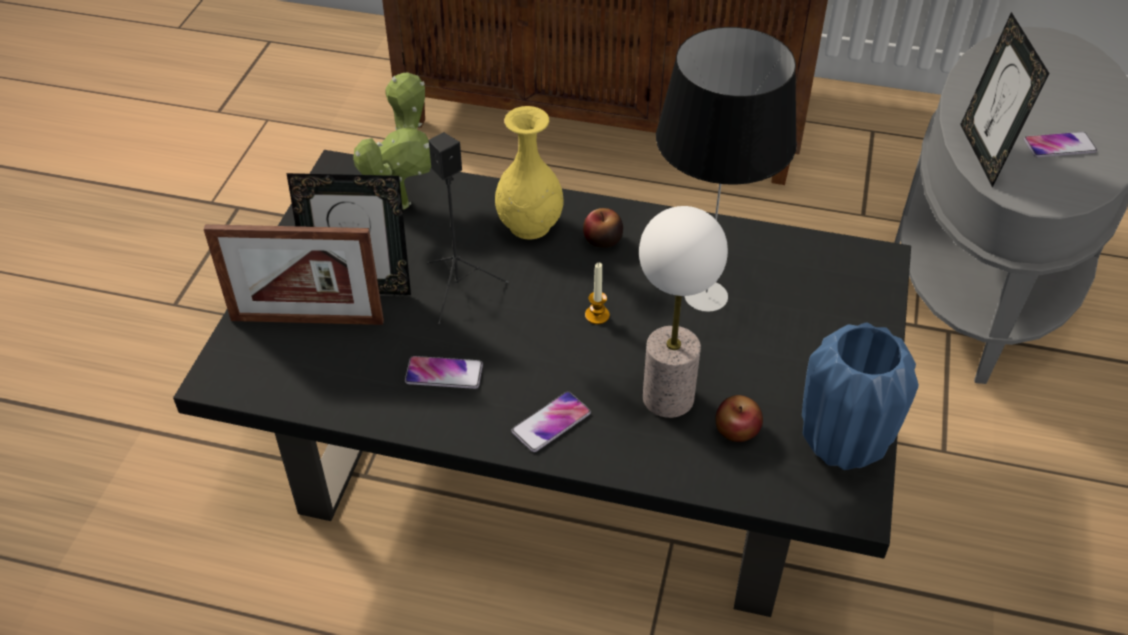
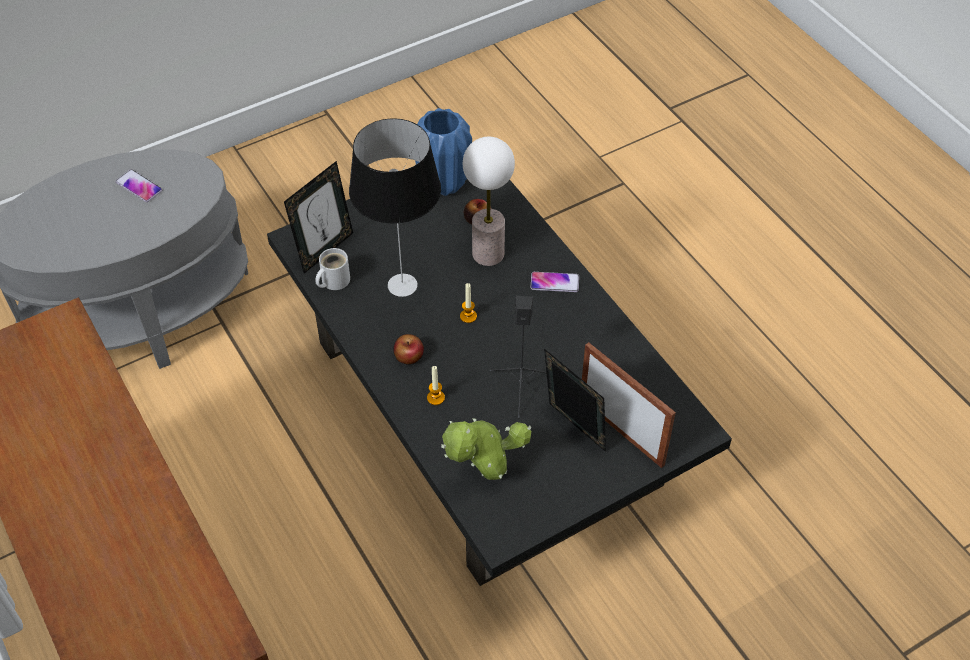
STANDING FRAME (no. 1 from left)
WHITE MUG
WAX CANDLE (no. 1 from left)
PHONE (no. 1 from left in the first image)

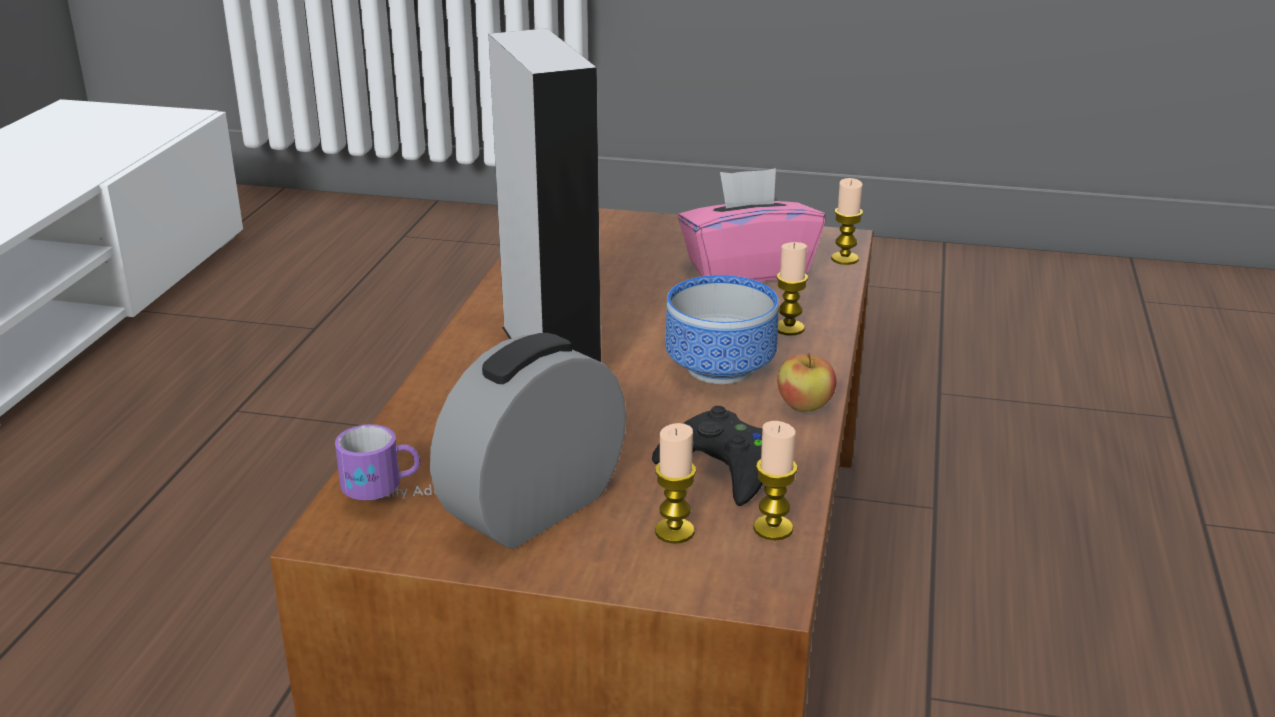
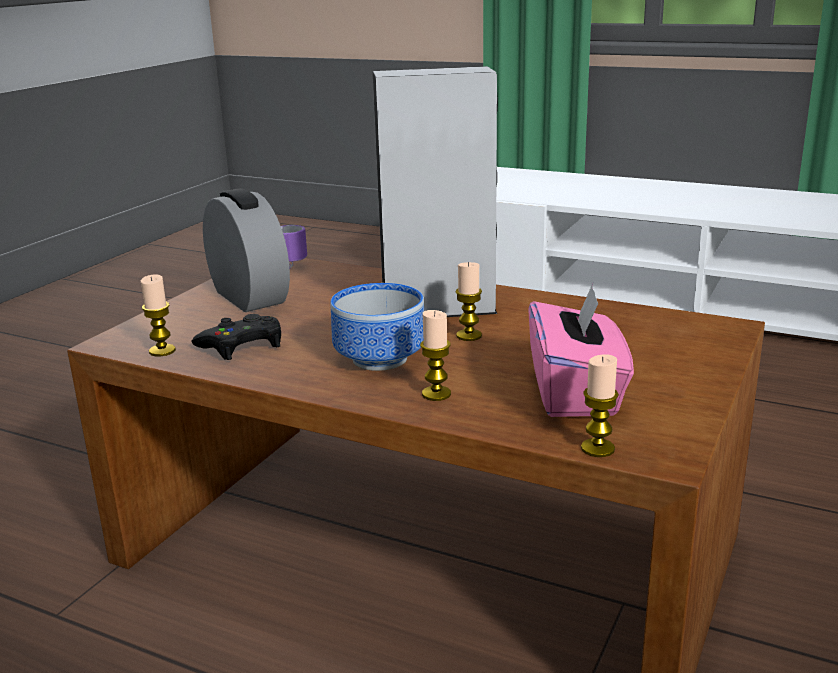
WAX CANDLE (no. 3 from left)
APPLE FRUIT

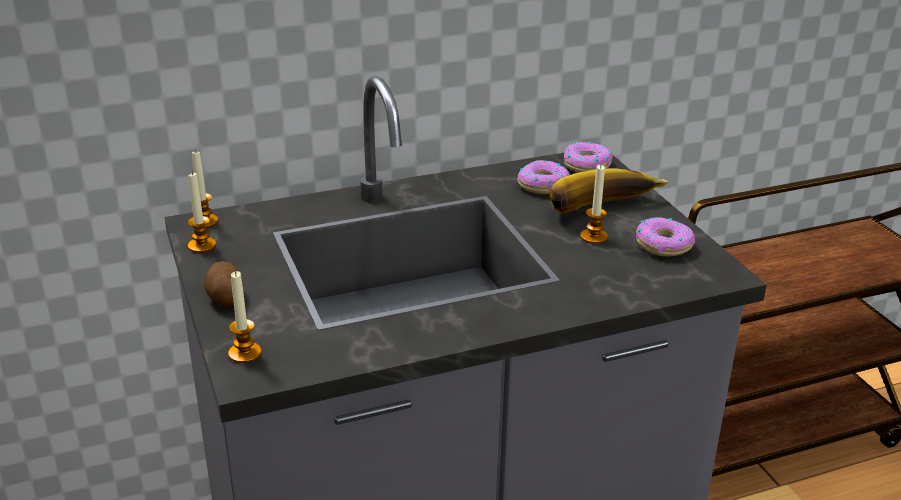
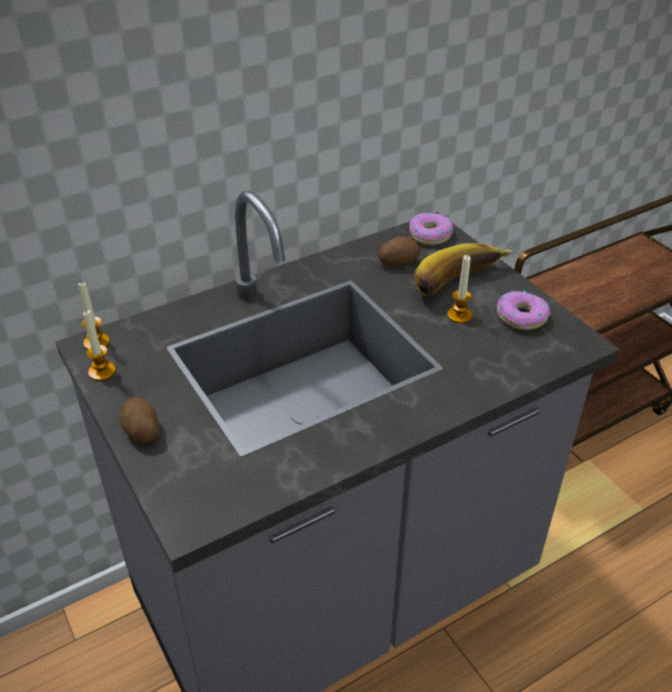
WHOLE POTATO (no. 2 from left)
WAX CANDLE (no. 3 from left in the first image)

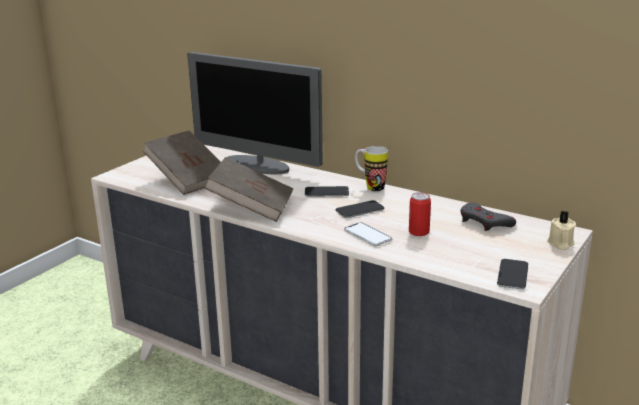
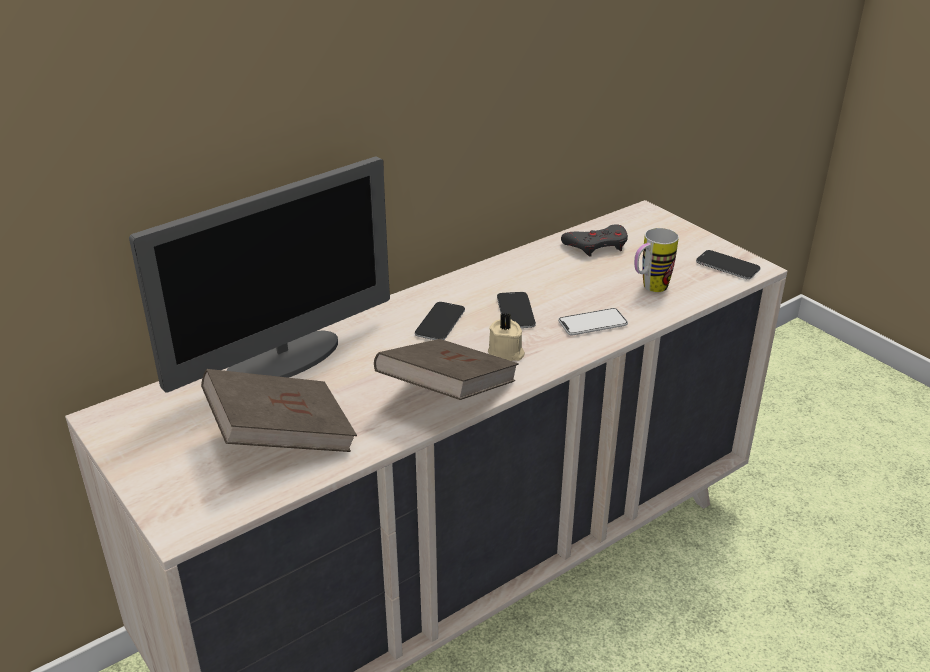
BEIGE-COLOURED WAX CANDLE
MUG
CAN

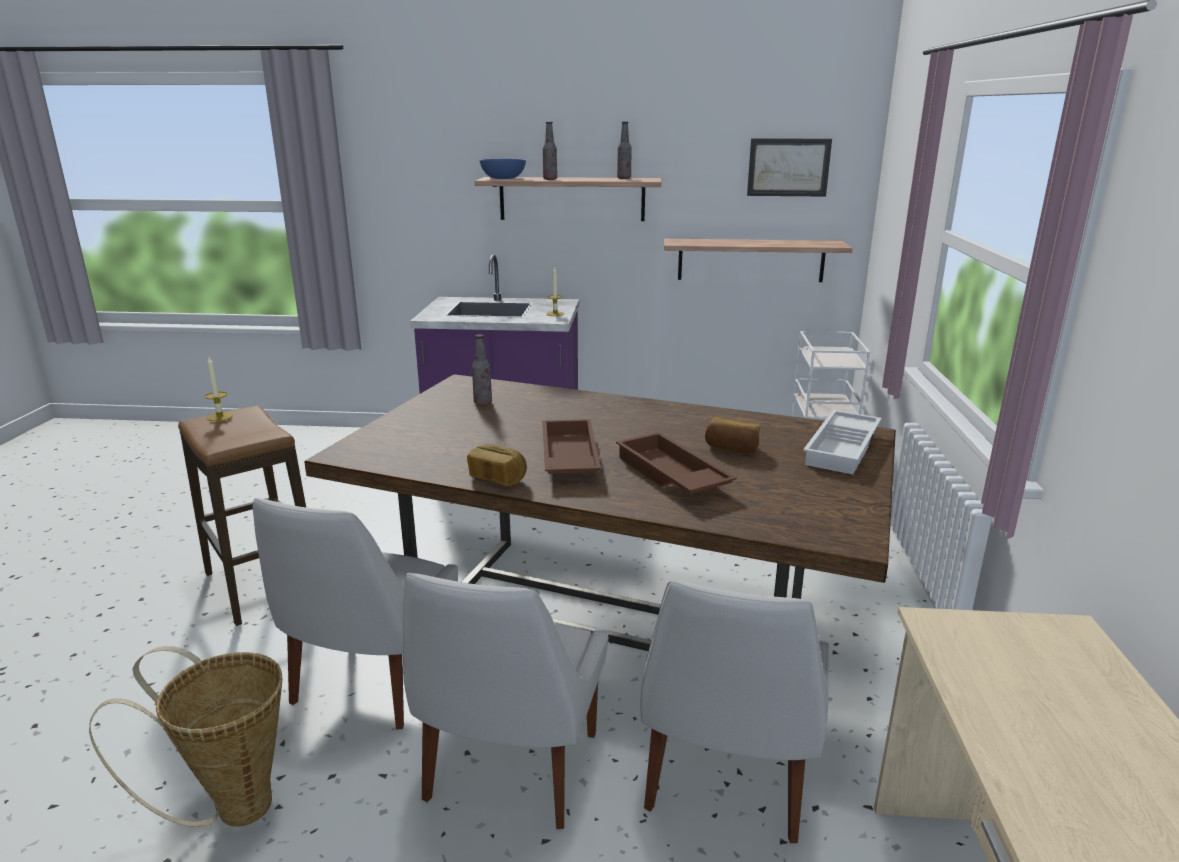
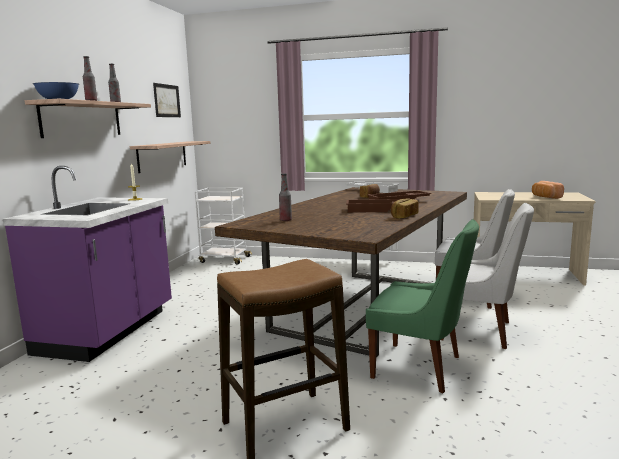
GREENISH PLAIN CHAIR
BAKED BREAD (no. 3 from left)
BASKET
WAX CANDLE (no. 1 from left in the first image)

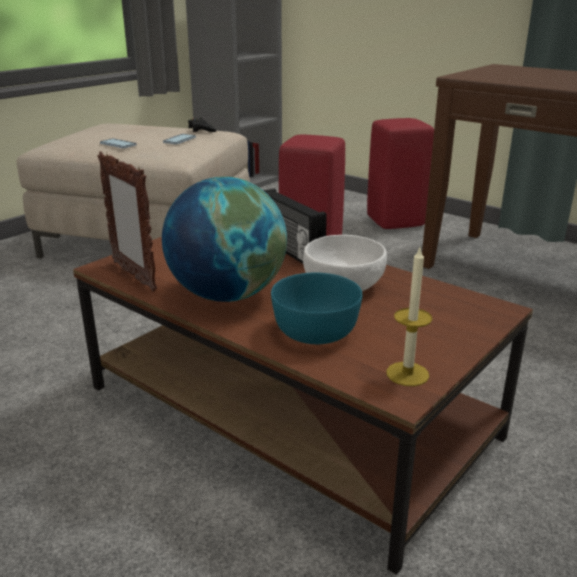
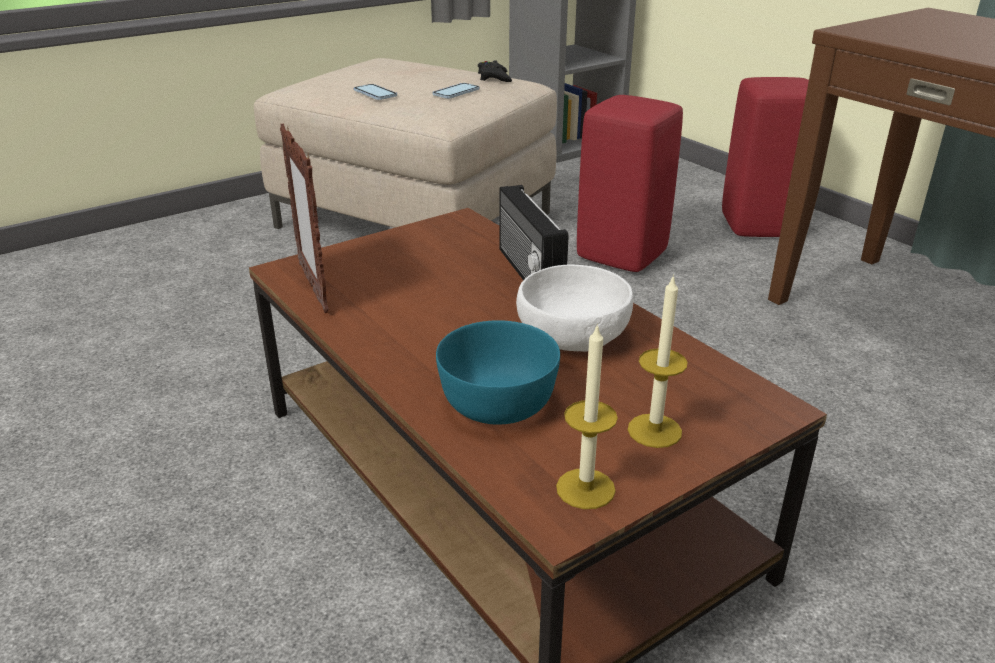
WAX CANDLE (no. 2 from left)
GLOBE

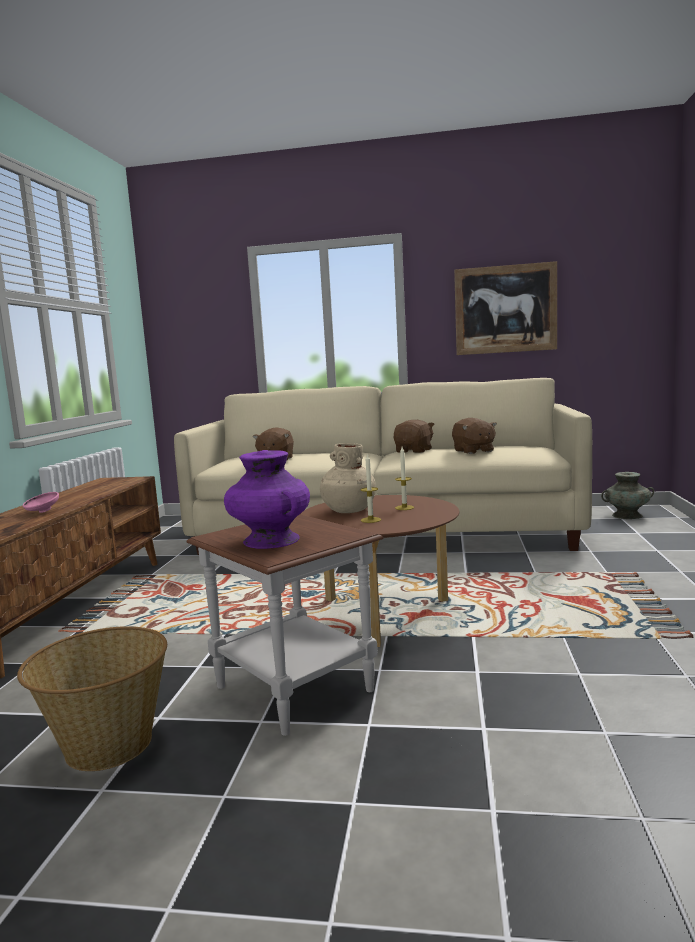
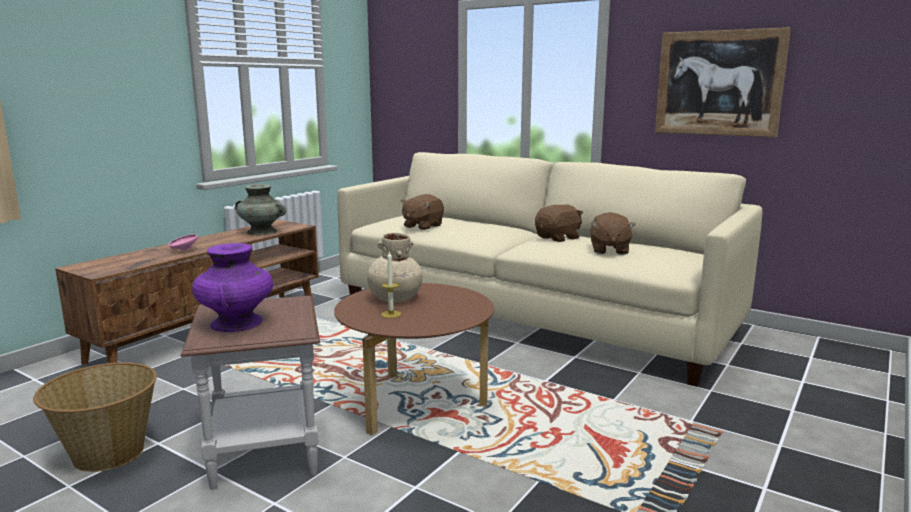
TURQUOISE VASE
WAX CANDLE (no. 2 from left in the first image)

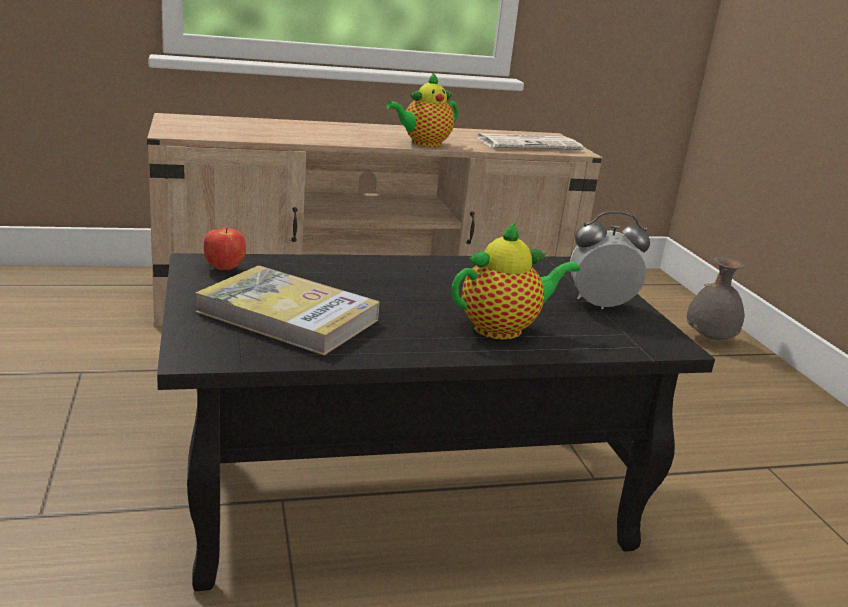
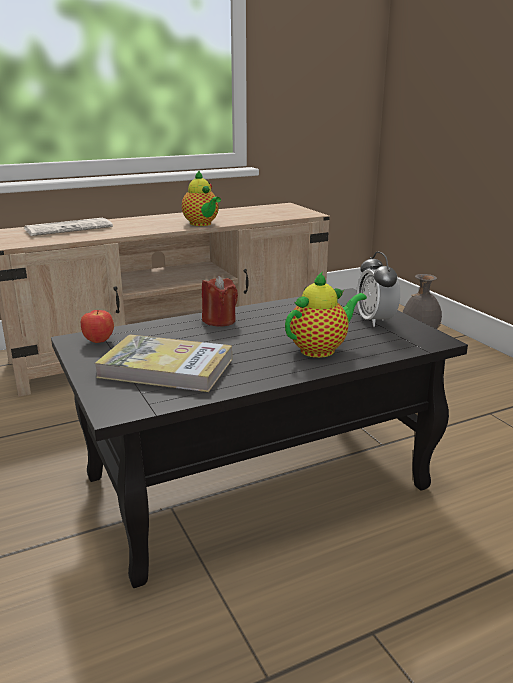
DAILY PAPER
TEAPOT (no. 1 from left)
RED WAX CANDLE
TABLE CLOCK

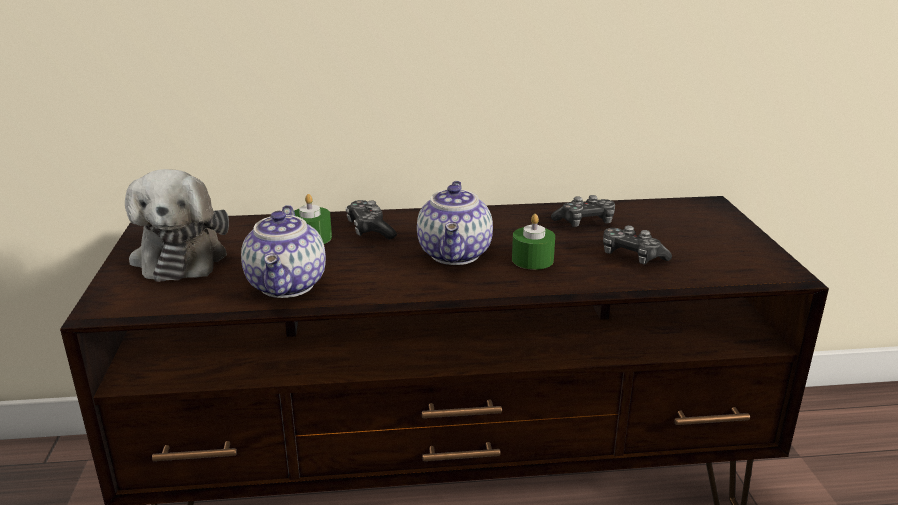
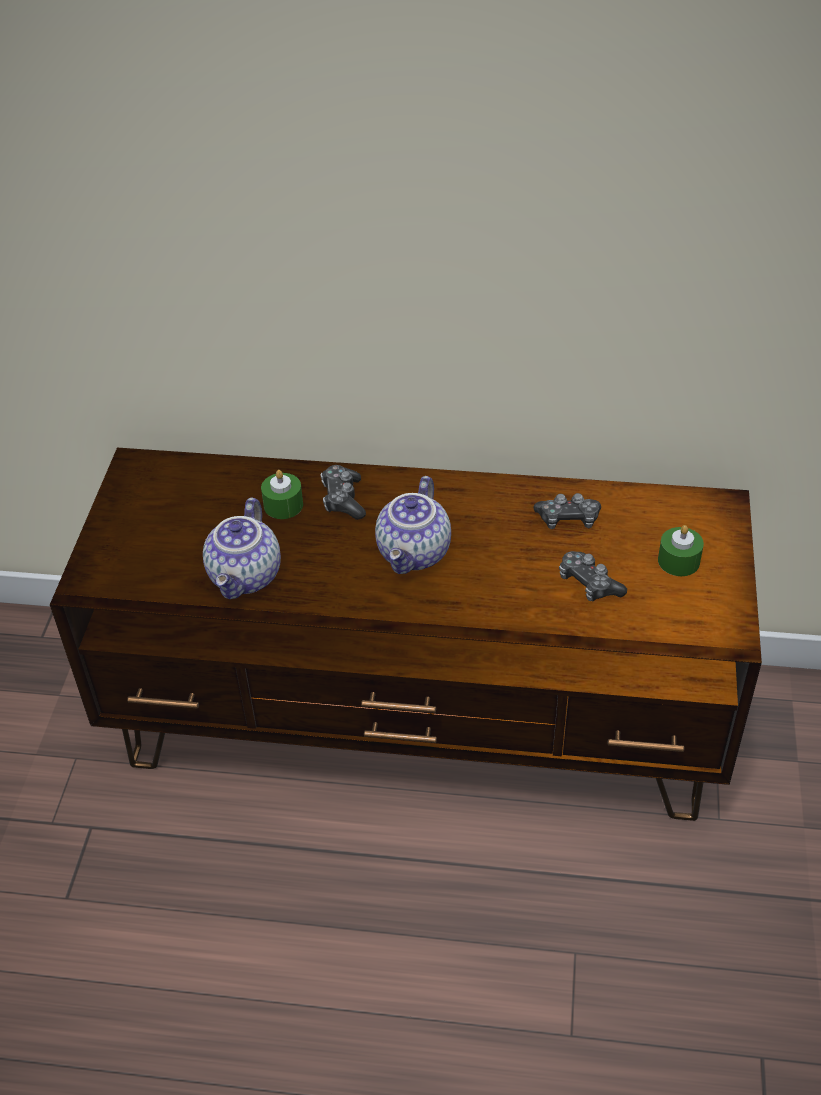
GREENISH WAX CANDLE (no. 2 from left)
SOFT TOY

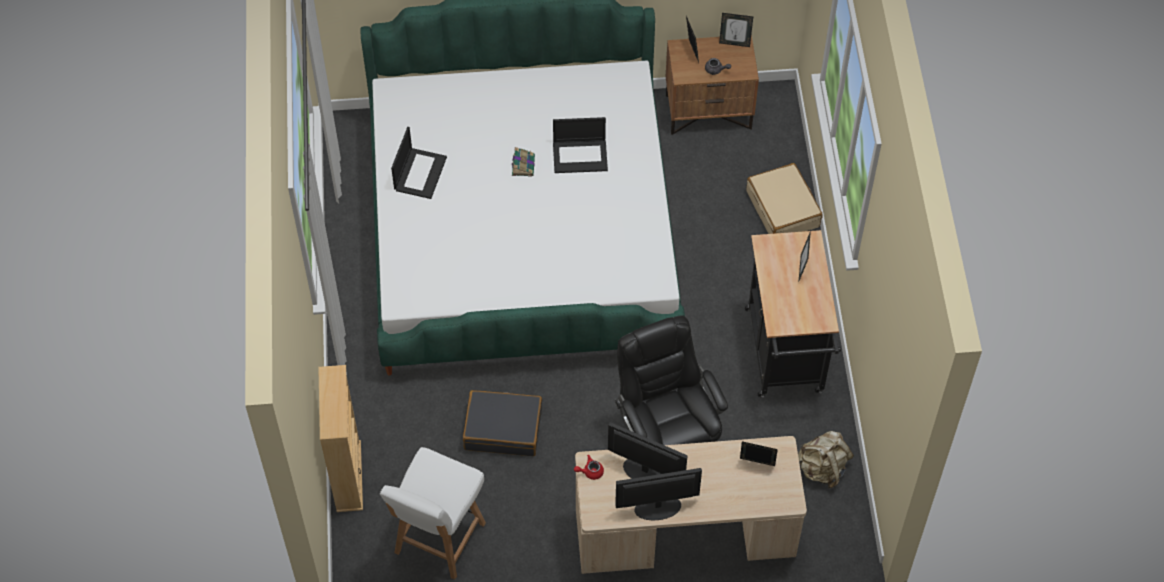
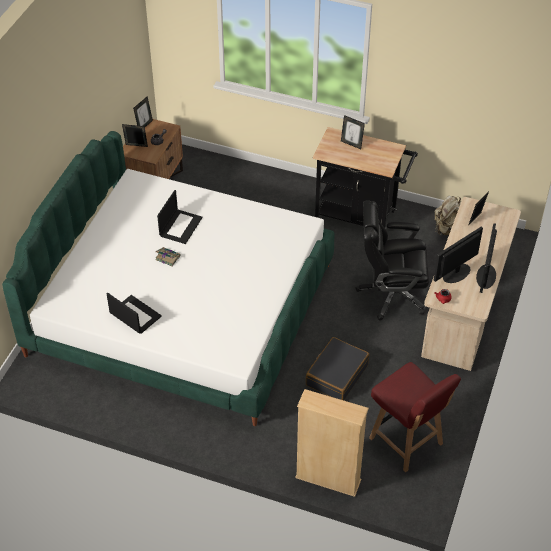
RED PLAIN CHAIR
BEIGE-COLOURED TRAVEL CASE

